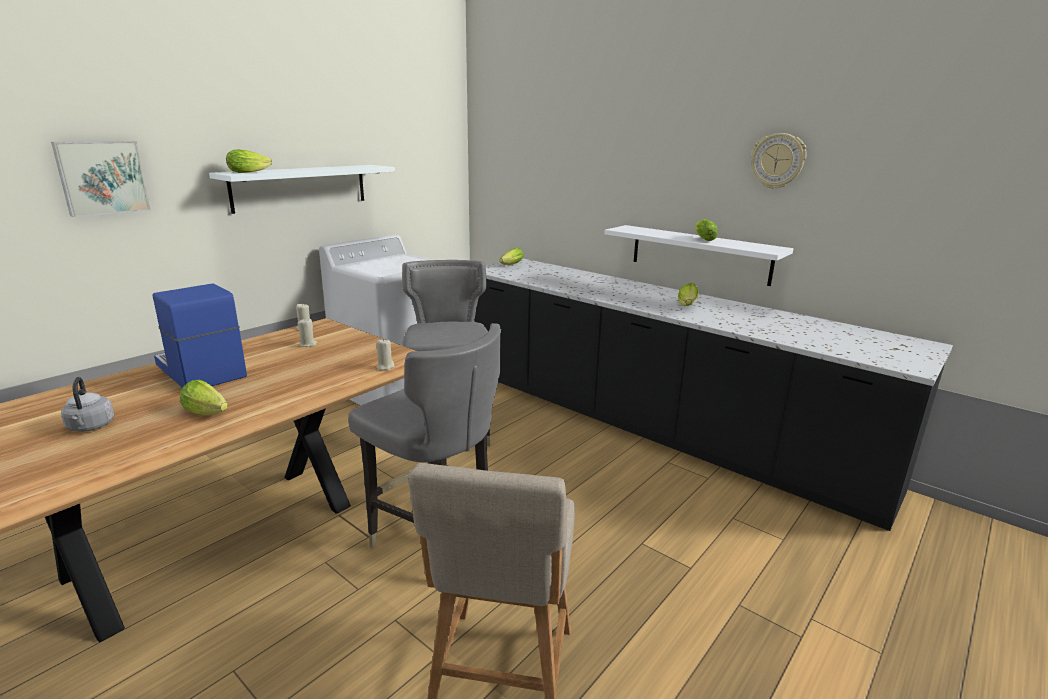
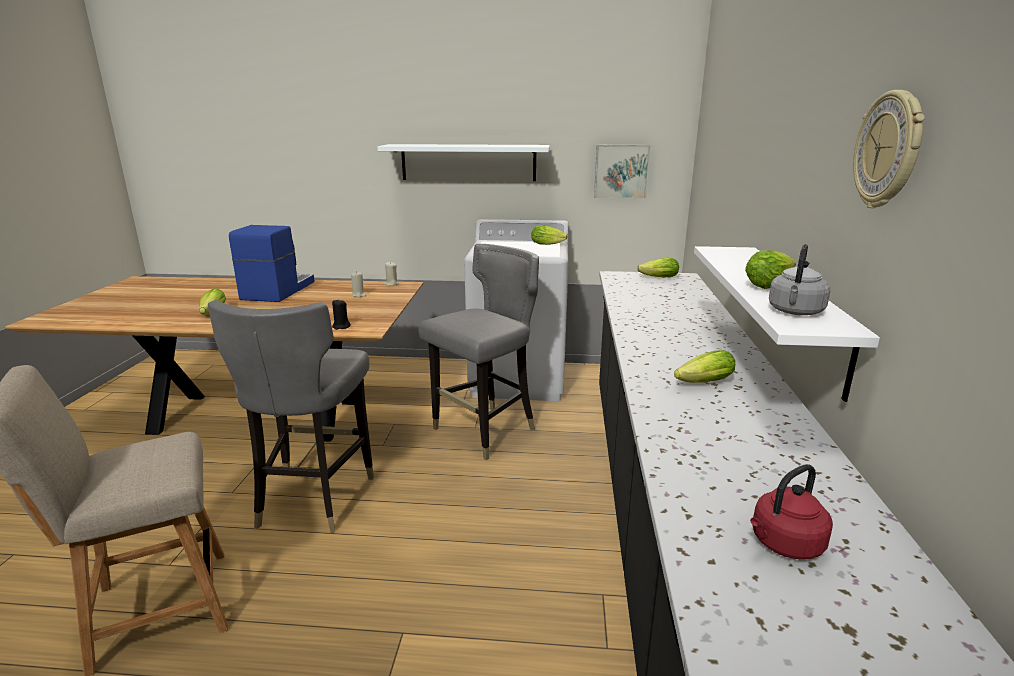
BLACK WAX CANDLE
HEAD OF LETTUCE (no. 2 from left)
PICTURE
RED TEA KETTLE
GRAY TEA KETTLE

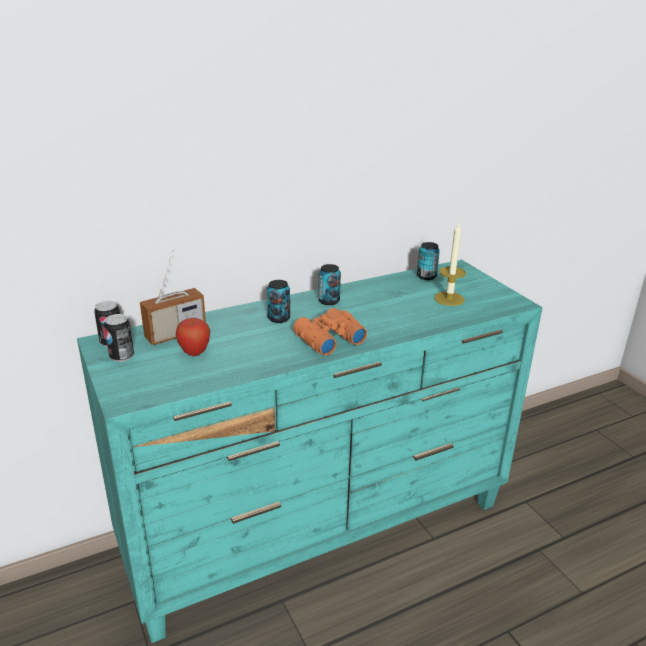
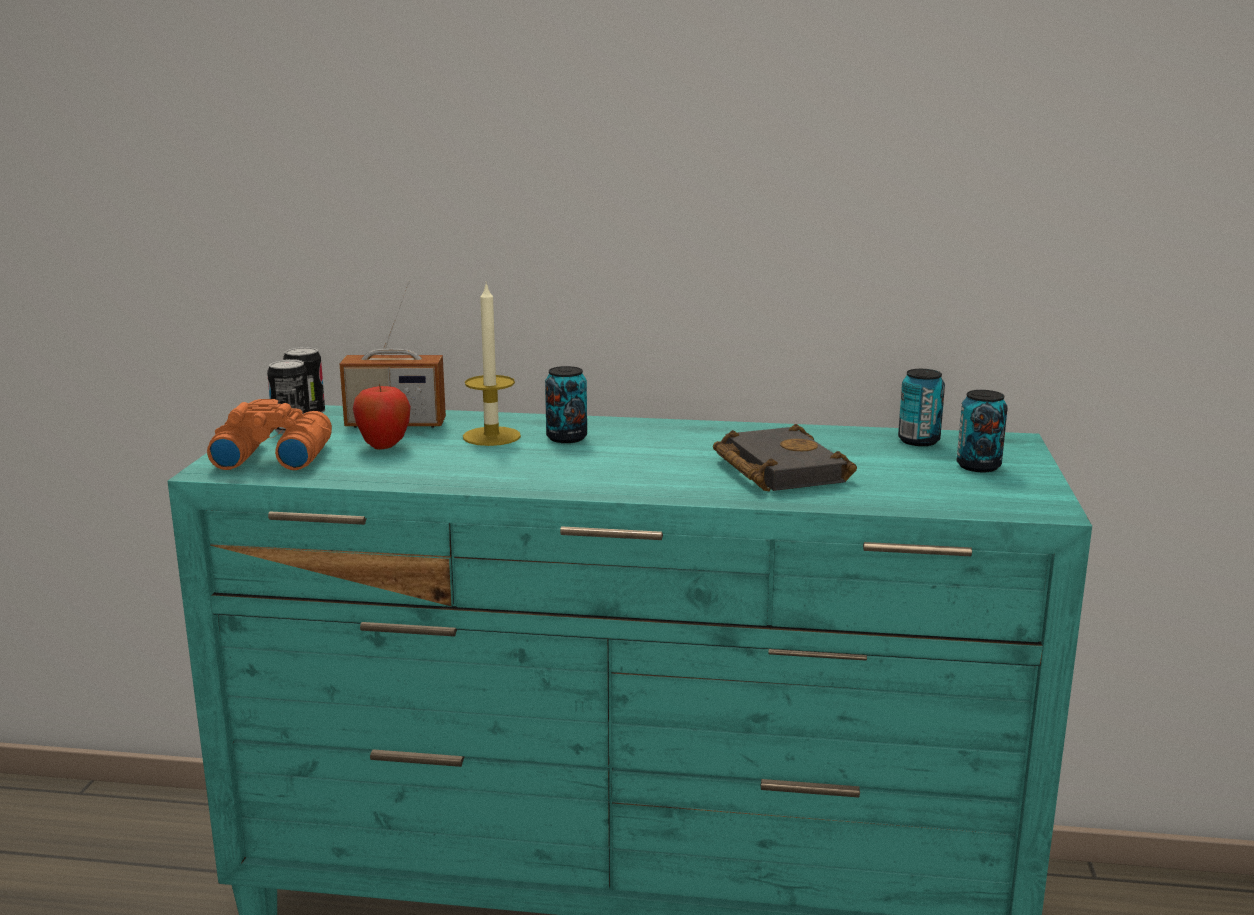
ORANGEY FIELD GLASSES
WAX CANDLE
BLACK BOOK
CAN (no. 5 from left)

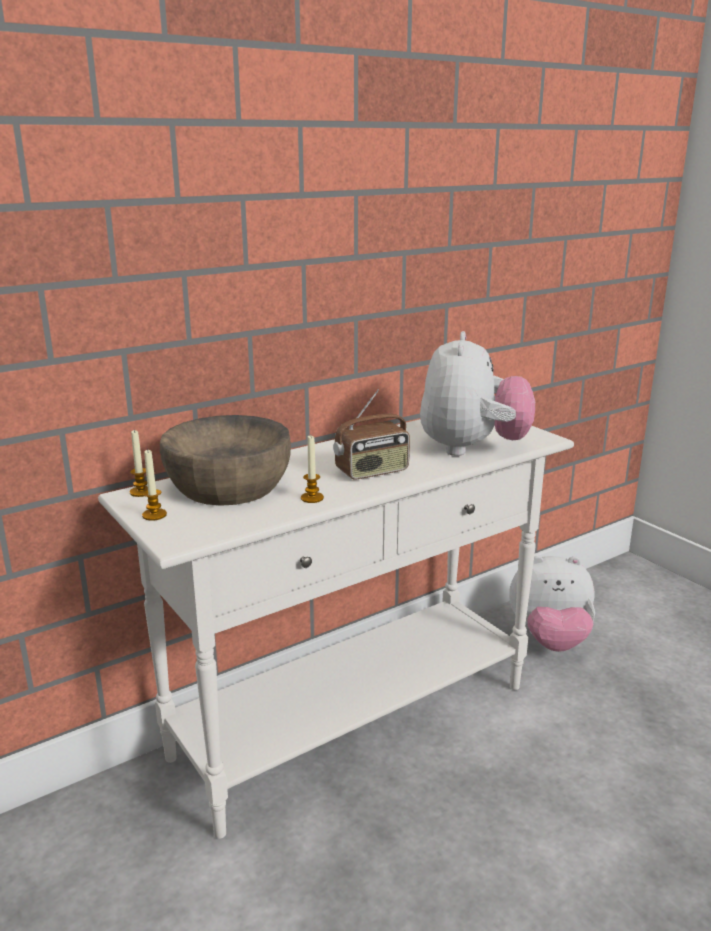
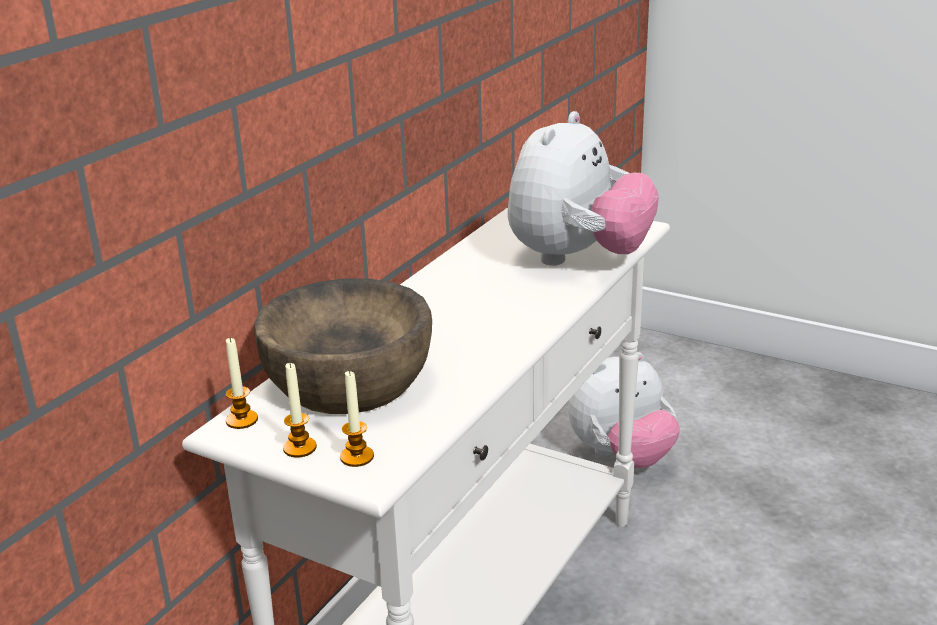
WAX CANDLE (no. 3 from left)
SOFT TOY (no. 1 from left)
RADIO

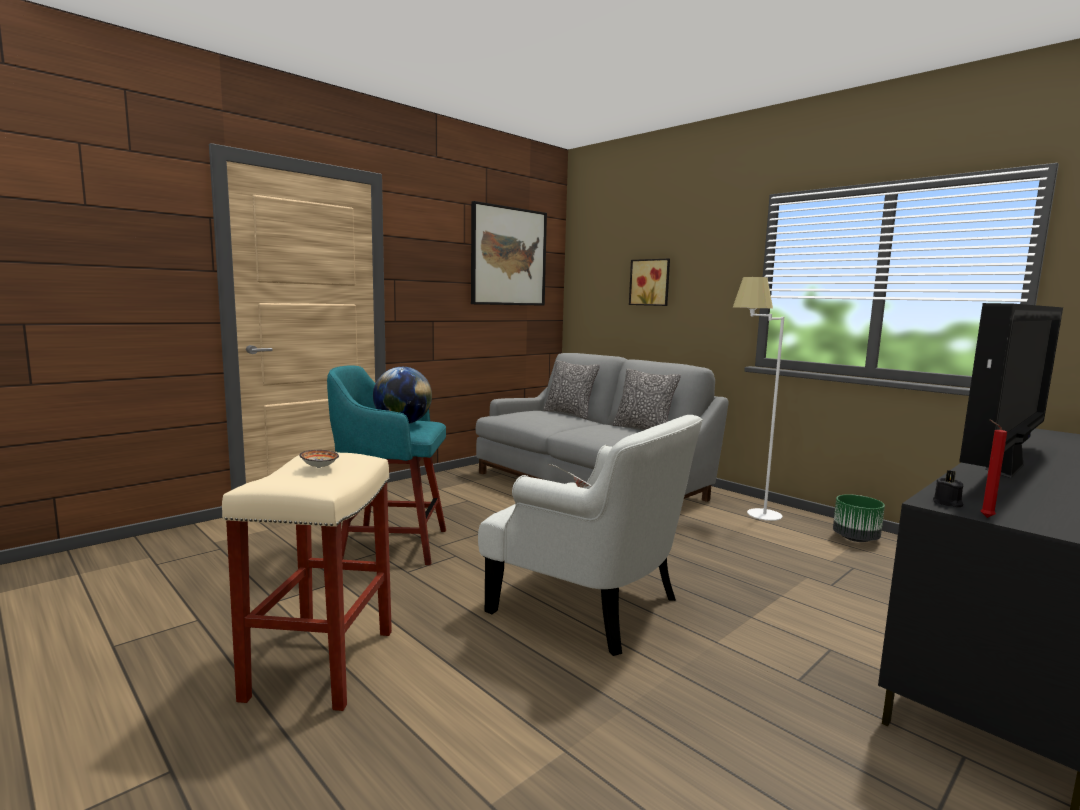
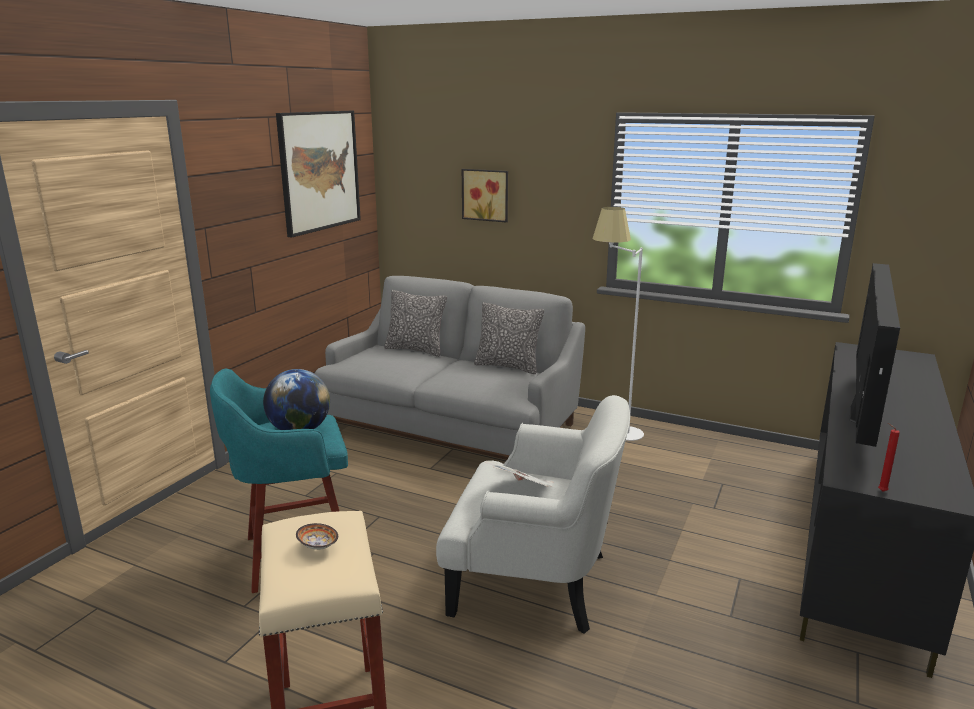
GREENISH PLANTER
BLACK WAX CANDLE

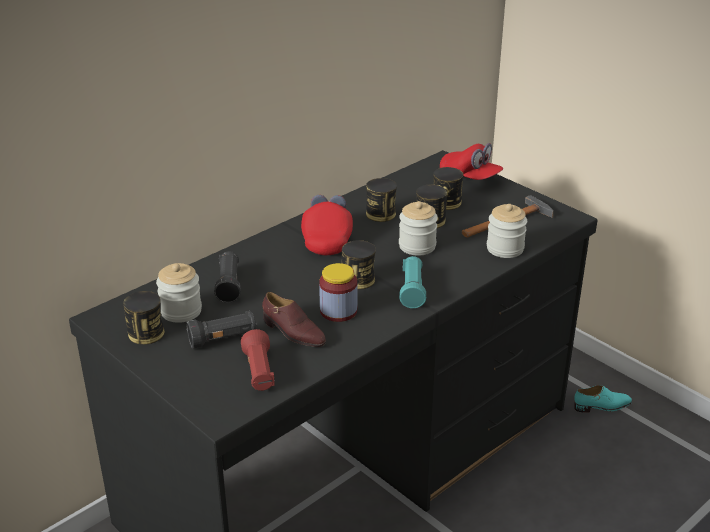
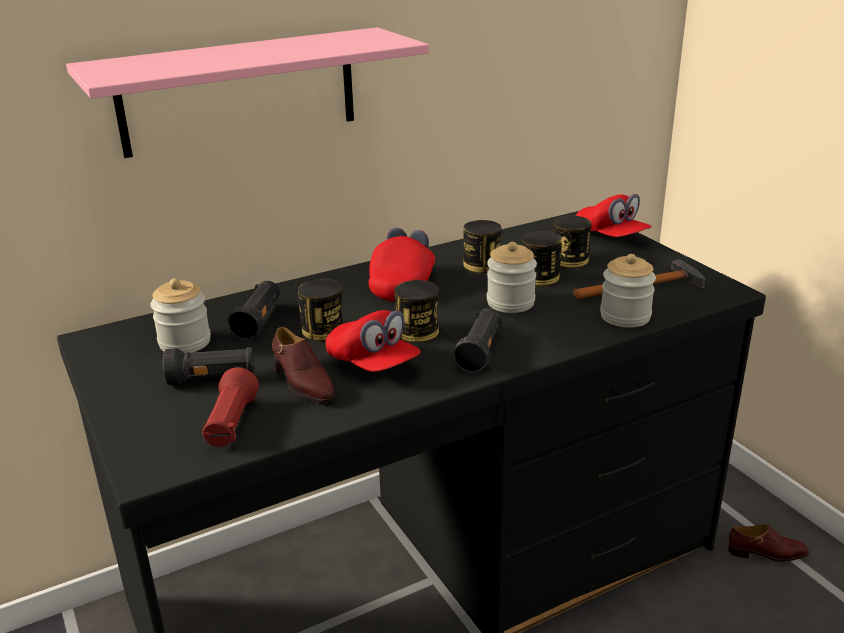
PINKISH BRACKET SHELF
CAN (no. 1 from left)
RED BASEBALL CAP (no. 1 from left)
BLACK TORCH (no. 3 from left)
BROWN LOW SHOE (no. 2 from left)

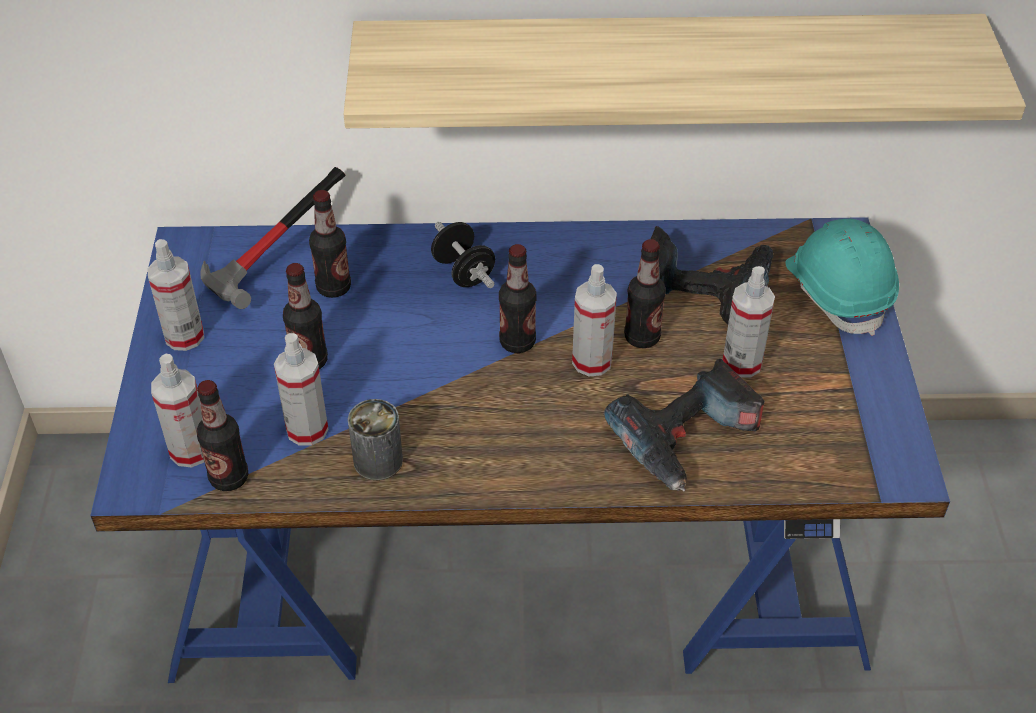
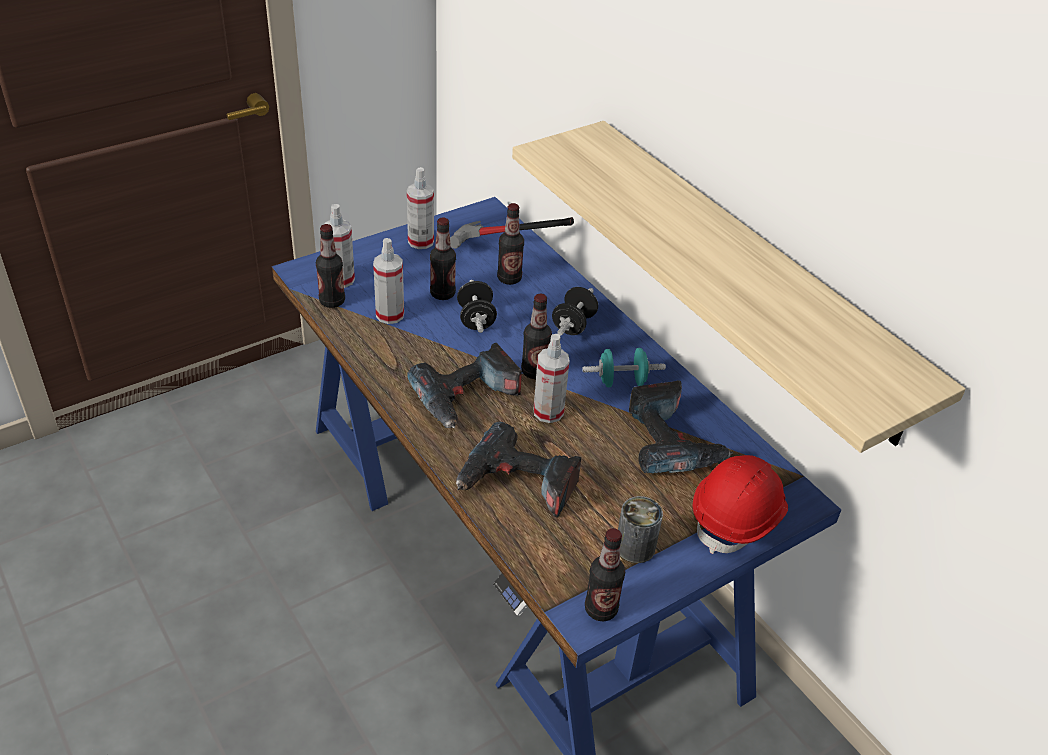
DRILL (no. 1 from left)
BLACK HAND WEIGHT (no. 1 from left)
TURQUOISE HAND WEIGHT
DRINK BOTTLE (no. 5 from left)
CAN
RED HARD HAT
SPRAY BOTTLE (no. 5 from left in the first image)

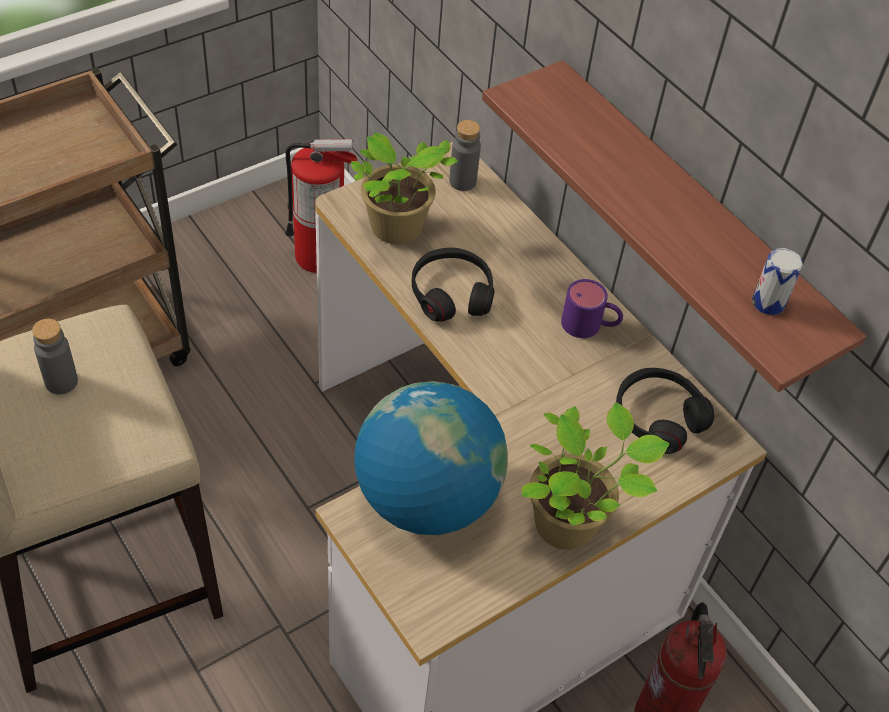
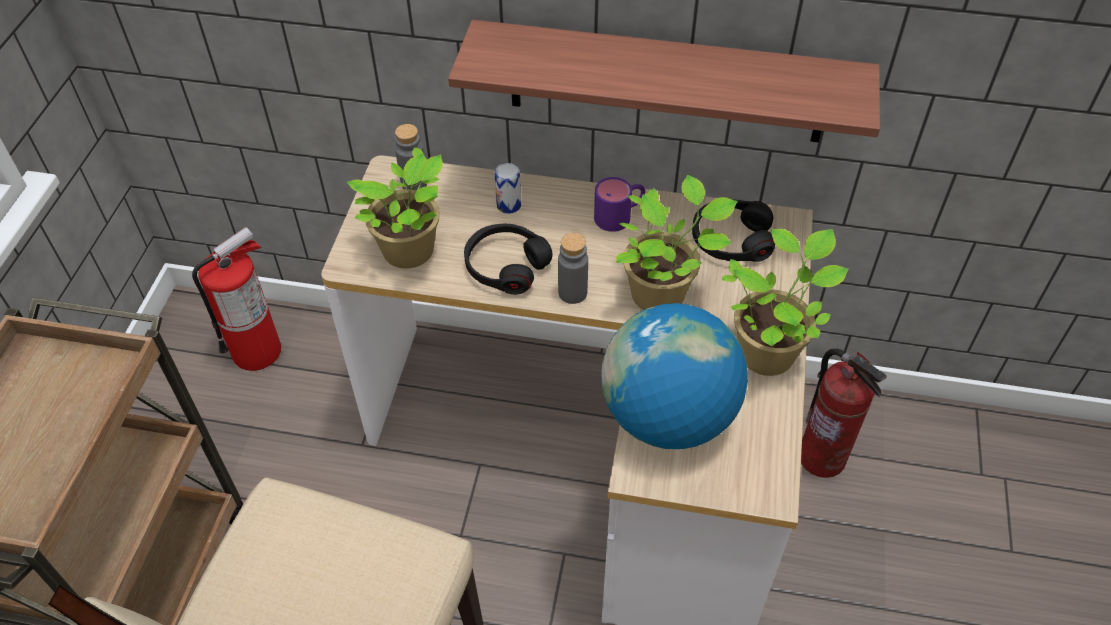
CAN
GRAY DRINK BOTTLE (no. 2 from left)
PLANT IN A POT (no. 2 from left)

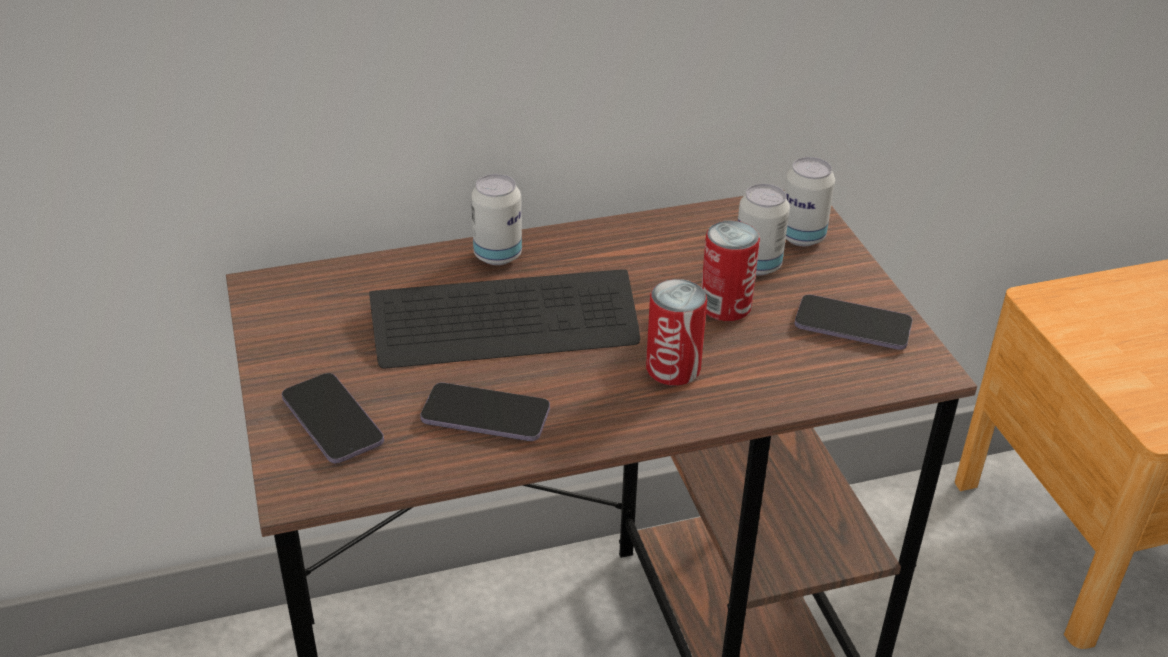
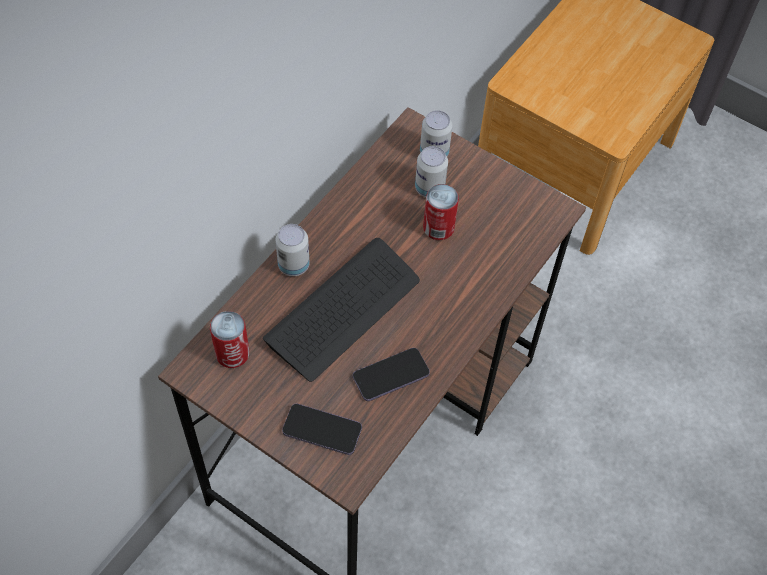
CAN (no. 1 from left)
PHONE (no. 3 from left in the first image)

